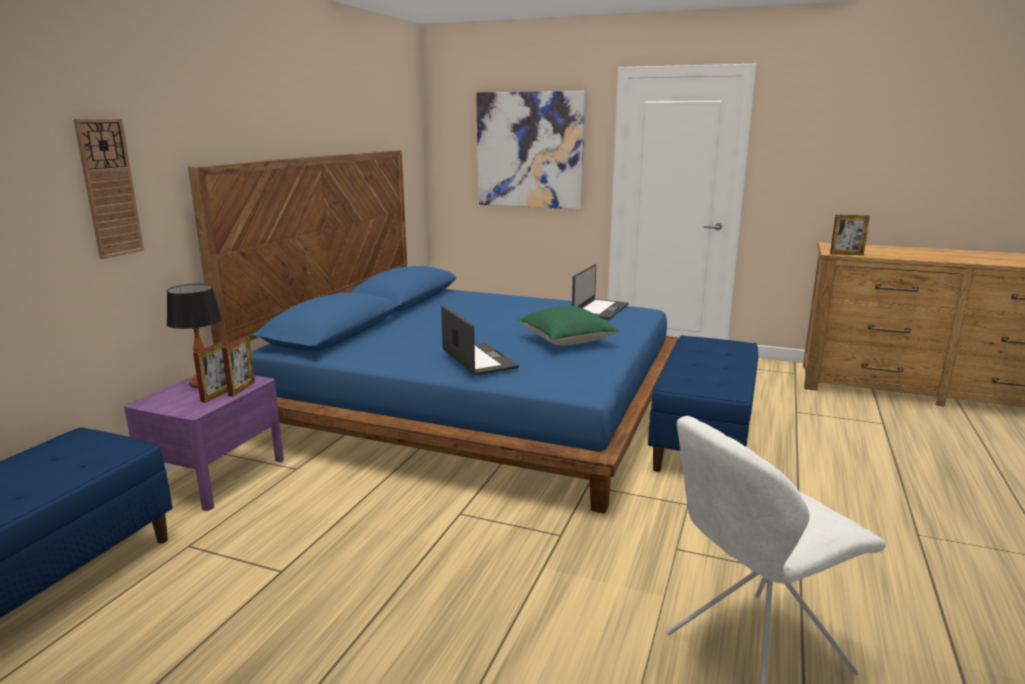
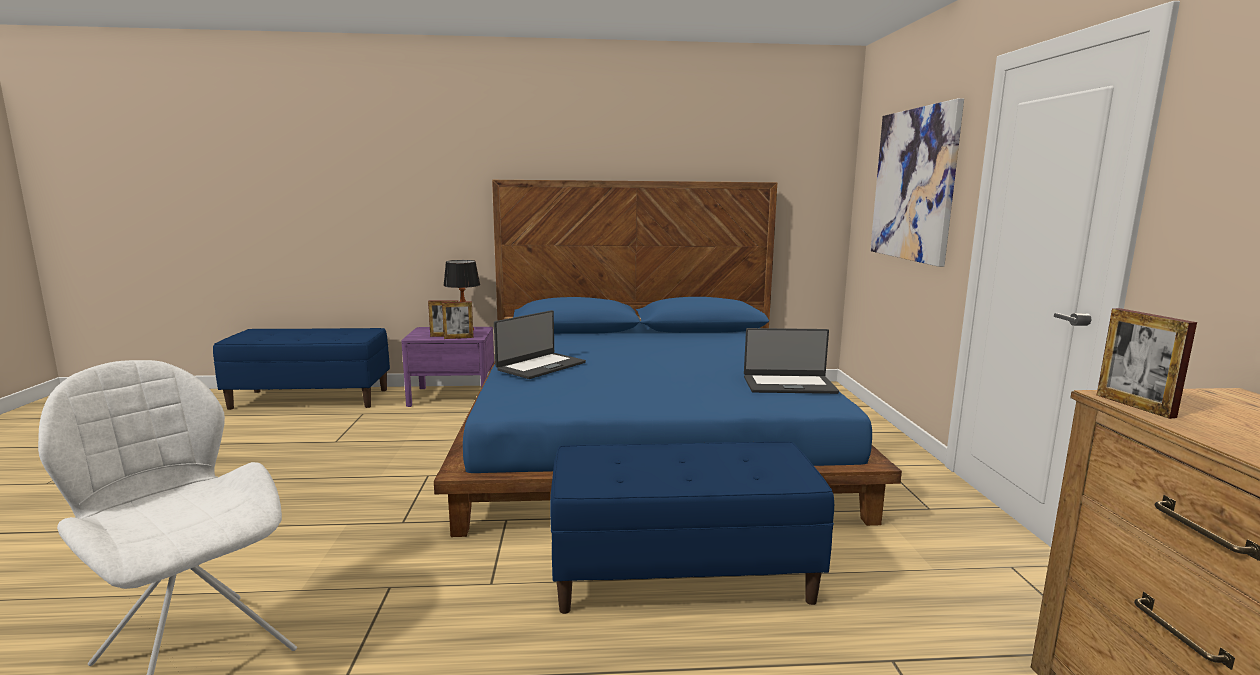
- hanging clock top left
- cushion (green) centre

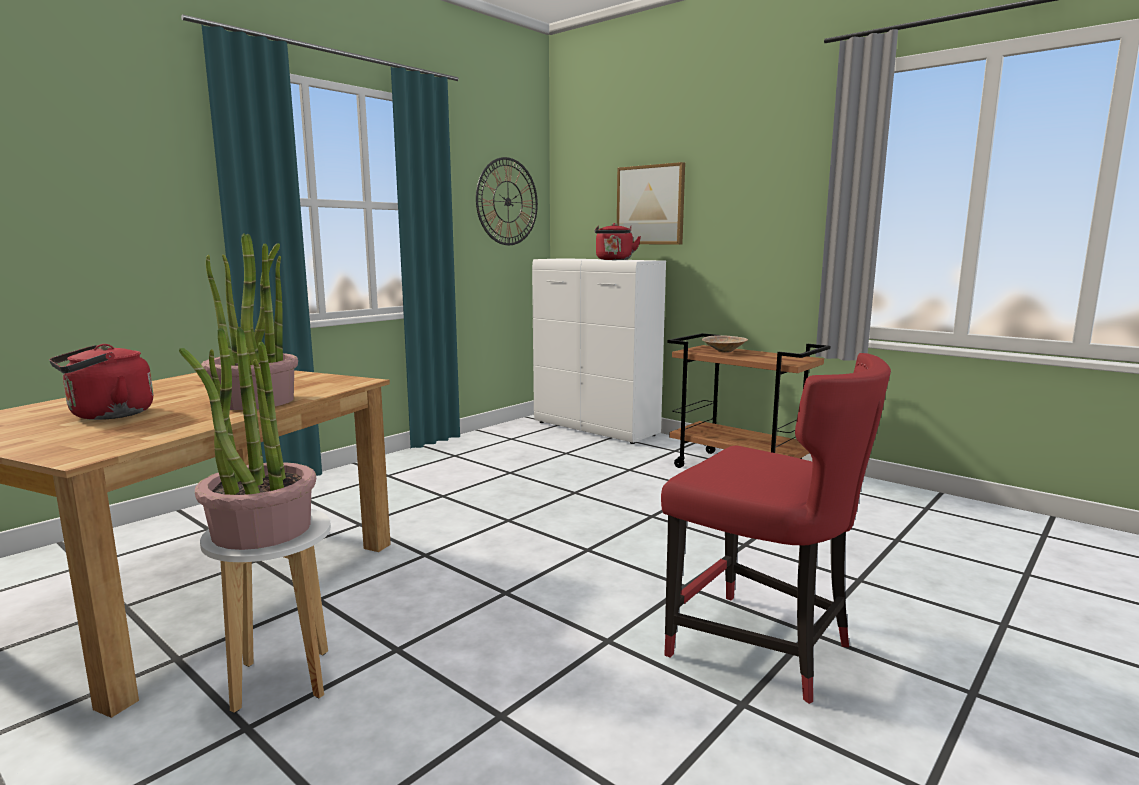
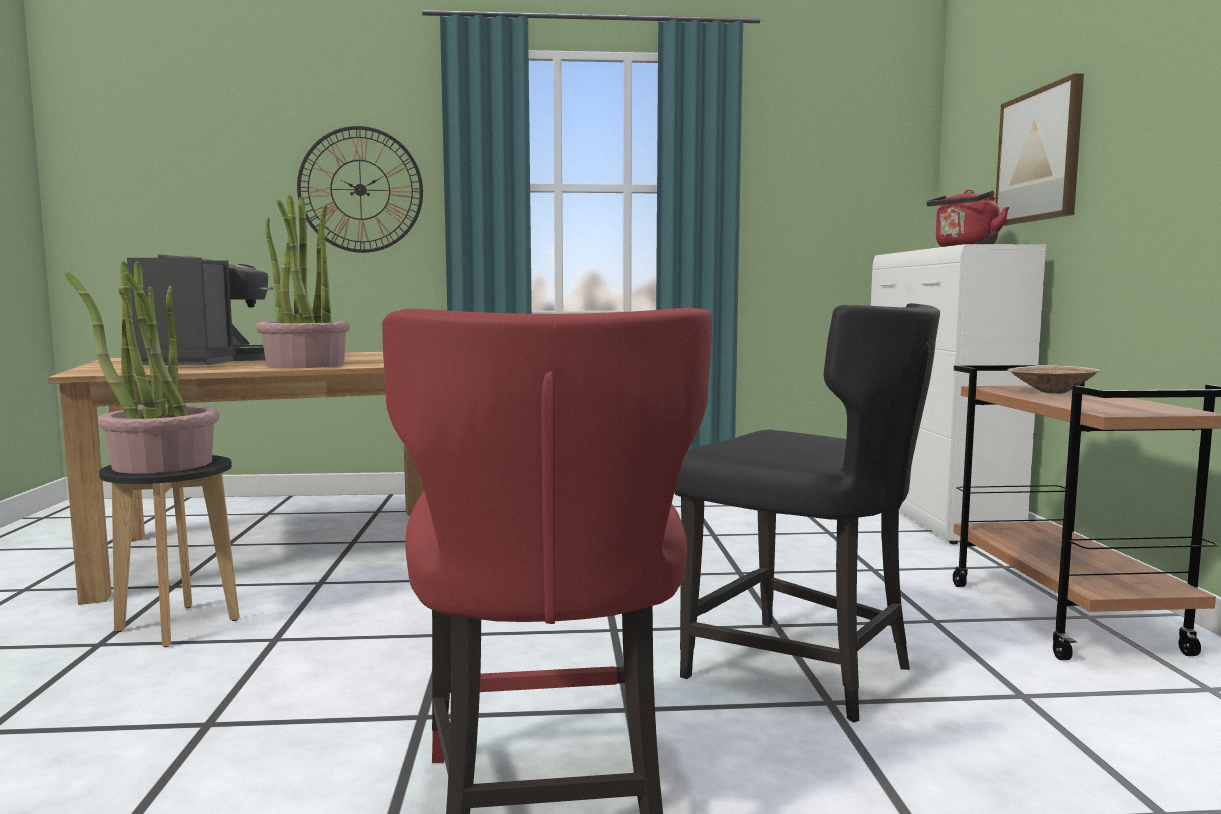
+ plain chair (blackish) centre
~ hanging clock top centre to top left
~ water kettle (red-coloured) (no. 1 from left) middle left to coffee maker middle left
~ sitting stool (white-coloured) bottom left to sitting stool (blackish) bottom left

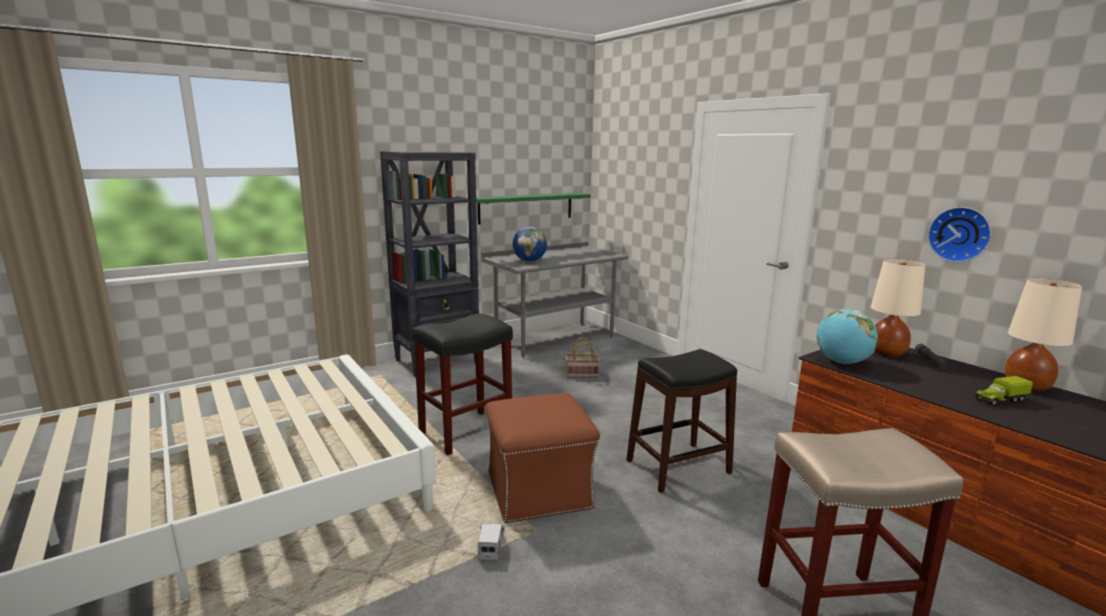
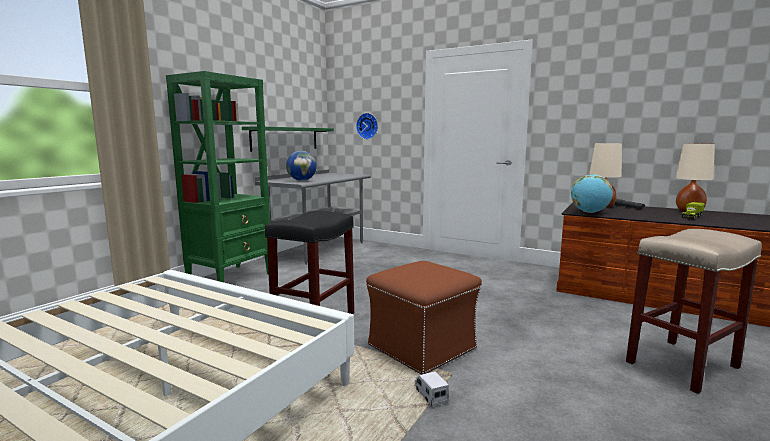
- basket centre
- sitting stool (blackish) (no. 2 from left) bottom centre
~ hanging clock middle right to top centre
~ shelving unit (blackish) centre to shelving unit (green) middle left

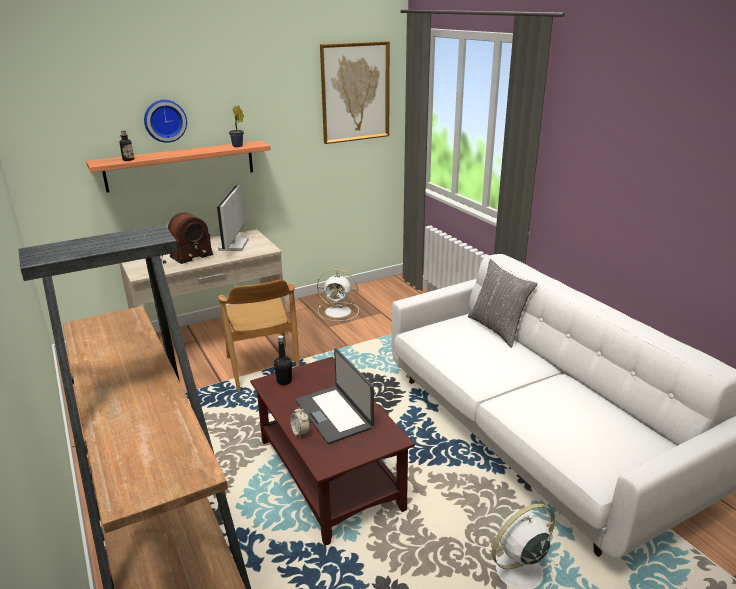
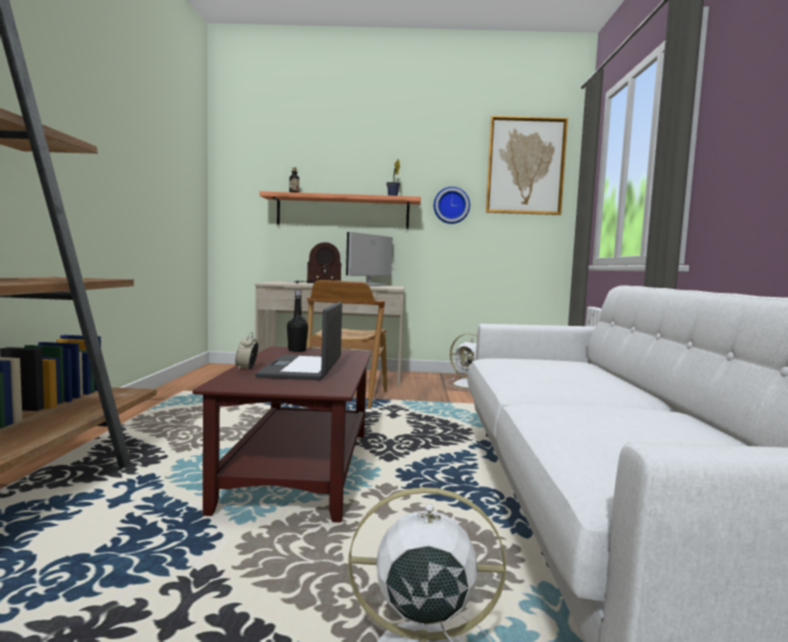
- cushion (gray) middle right
~ hanging clock top left to top centre

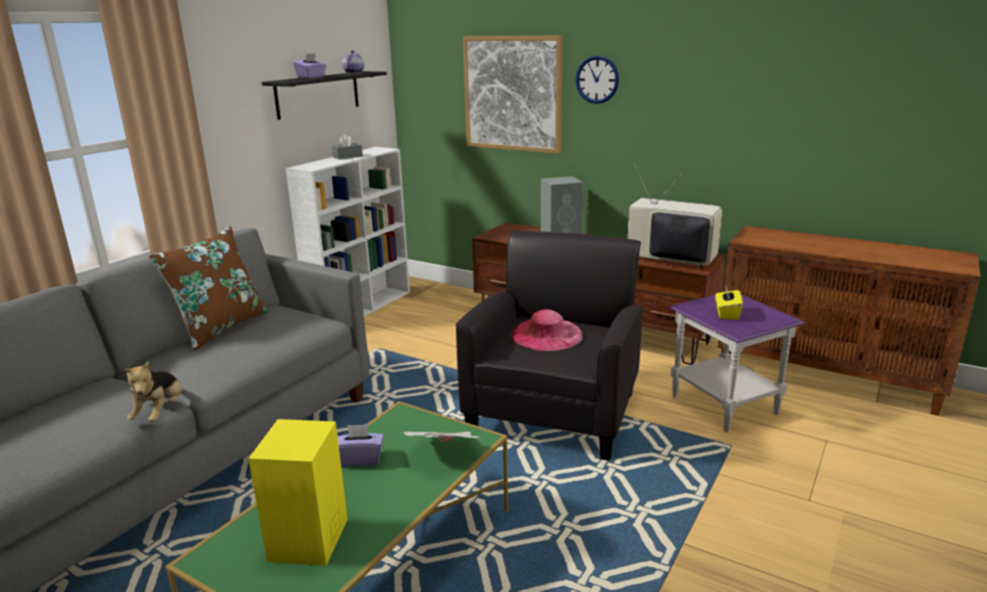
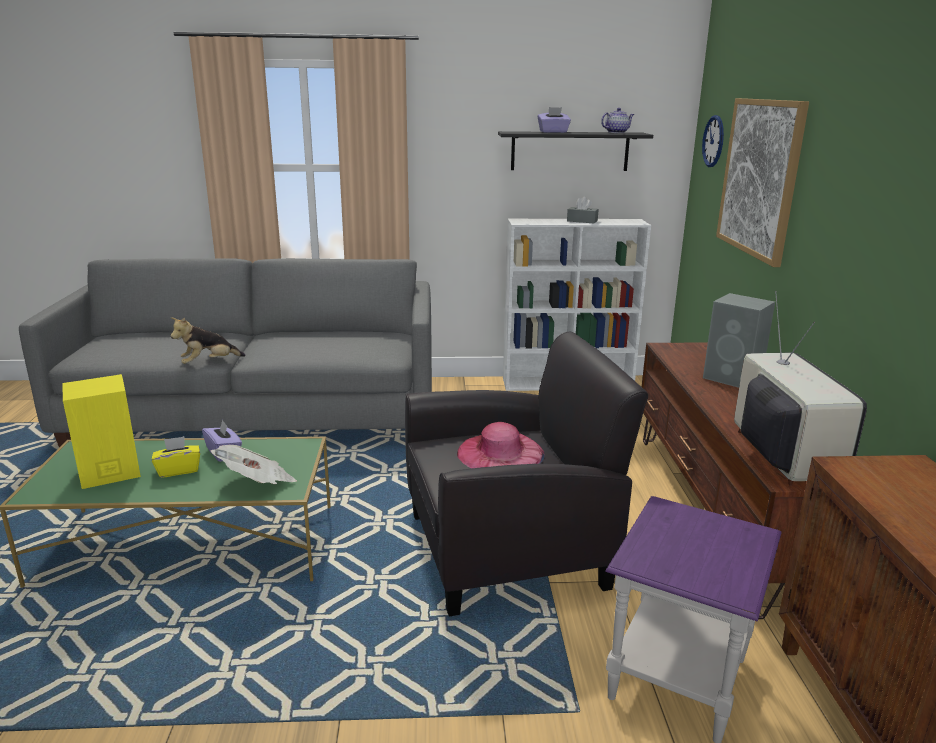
- cushion (brown) middle left
~ hanging clock top centre to top right
~ box of tissues (yellow-coloured) middle right to middle left

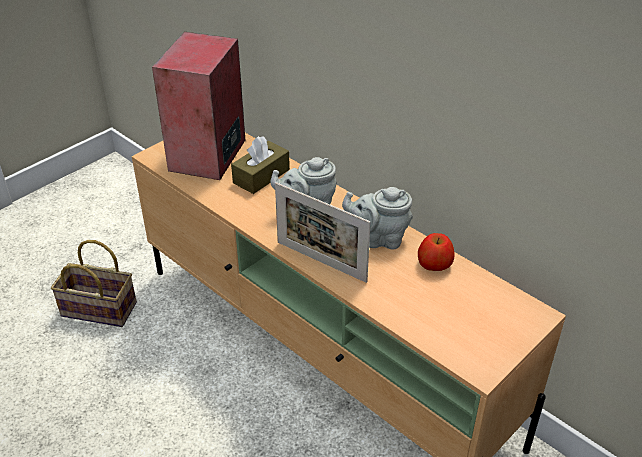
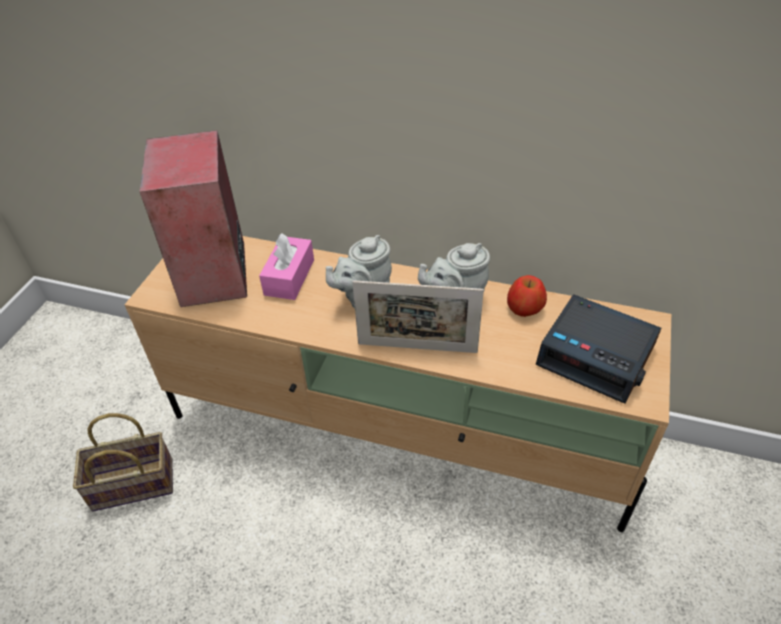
+ bedside clock middle right
~ box of tissues (brown) centre to box of tissues (pink) centre

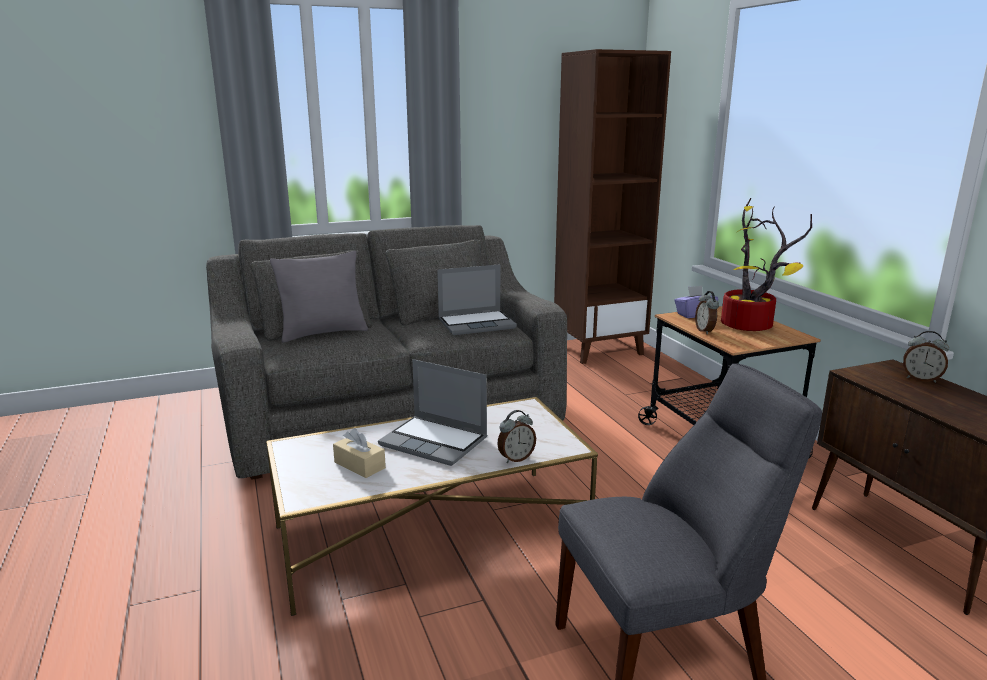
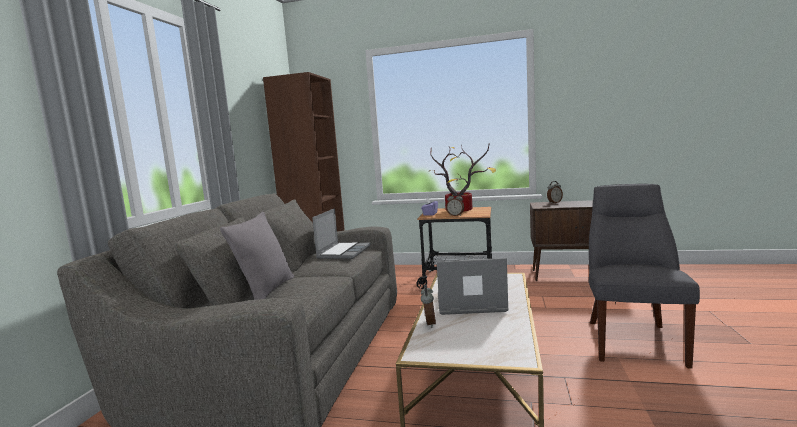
- box of tissues (beige) centre
~ bedside clock (no. 1 from left) centre to bottom centre
~ notebook computer (no. 1 from left in the first image) centre = bottom centre 150 degrees counterclockwise

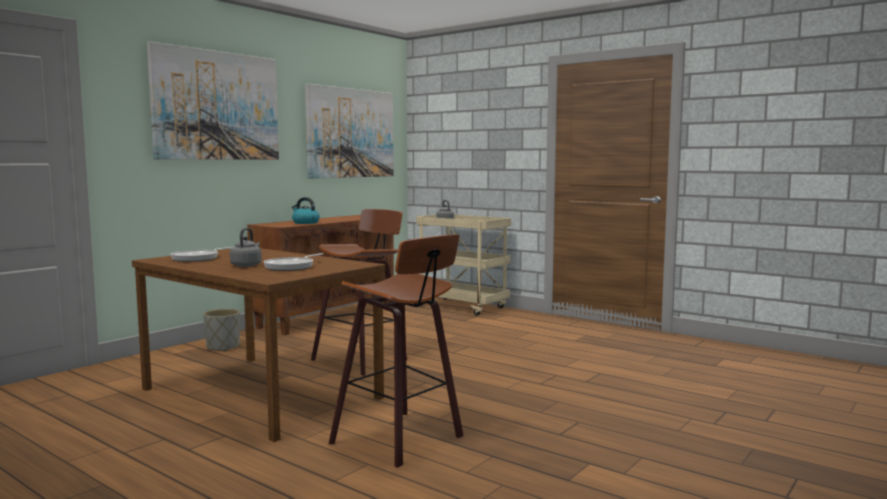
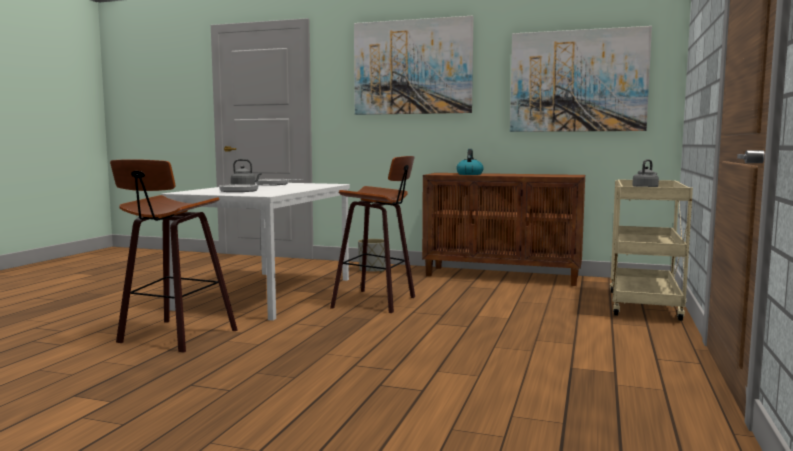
~ dinner table (brown) bottom left to dinner table (white-coloured) middle left

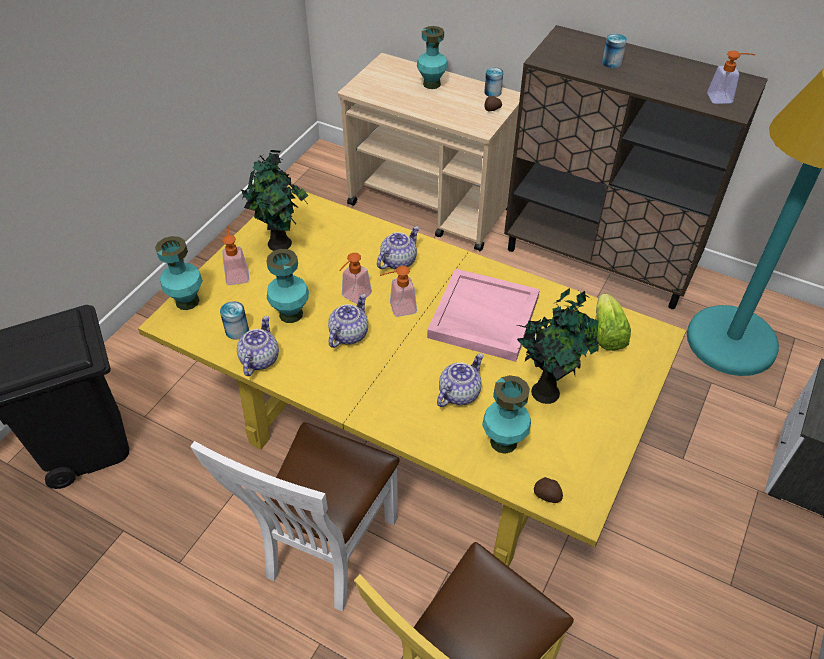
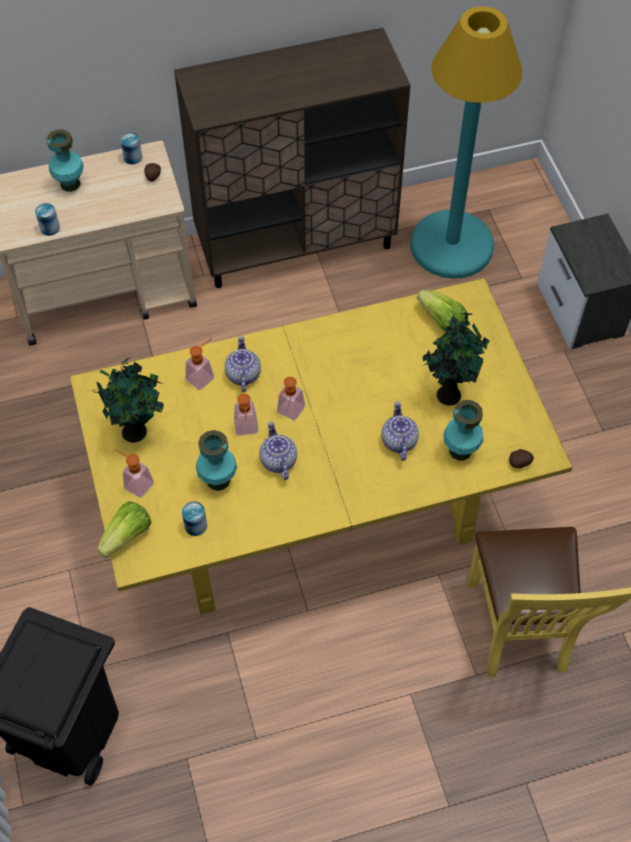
- plain chair (white-coloured) bottom centre
- tea pot (no. 1 from left) middle left
- tray (pink) centre
~ sealed can (no. 3 from left in the first image) top right to sealed can (no. 1 from left) top left
~ liquid soap bottle (no. 4 from left in the first image) top right to liquid soap bottle (no. 2 from left) middle left
~ vase (turquoise-coloured) (no. 1 from left) middle left to lettuce head (no. 1 from left) middle left

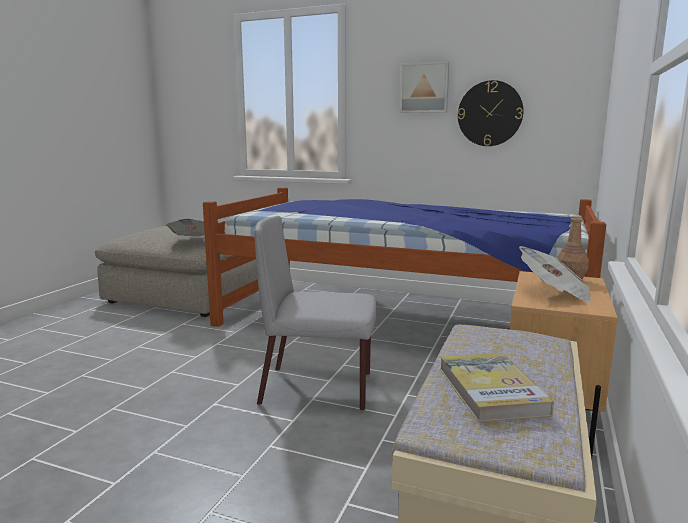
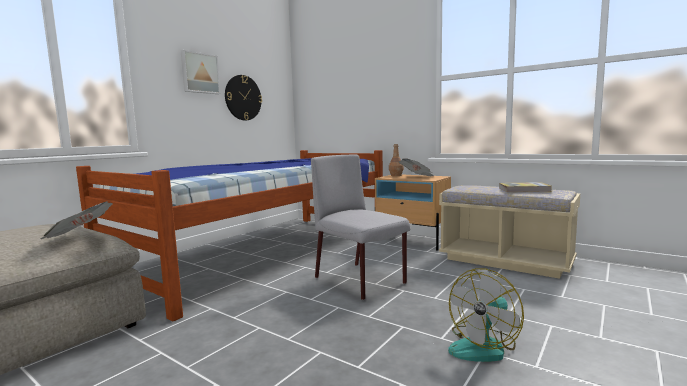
+ fan bottom right
~ plain chair (gray) centre = centre 120 degrees clockwise

